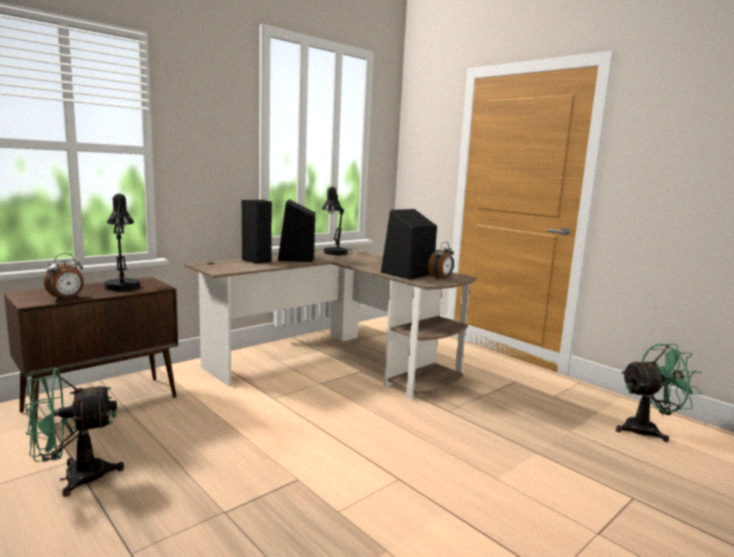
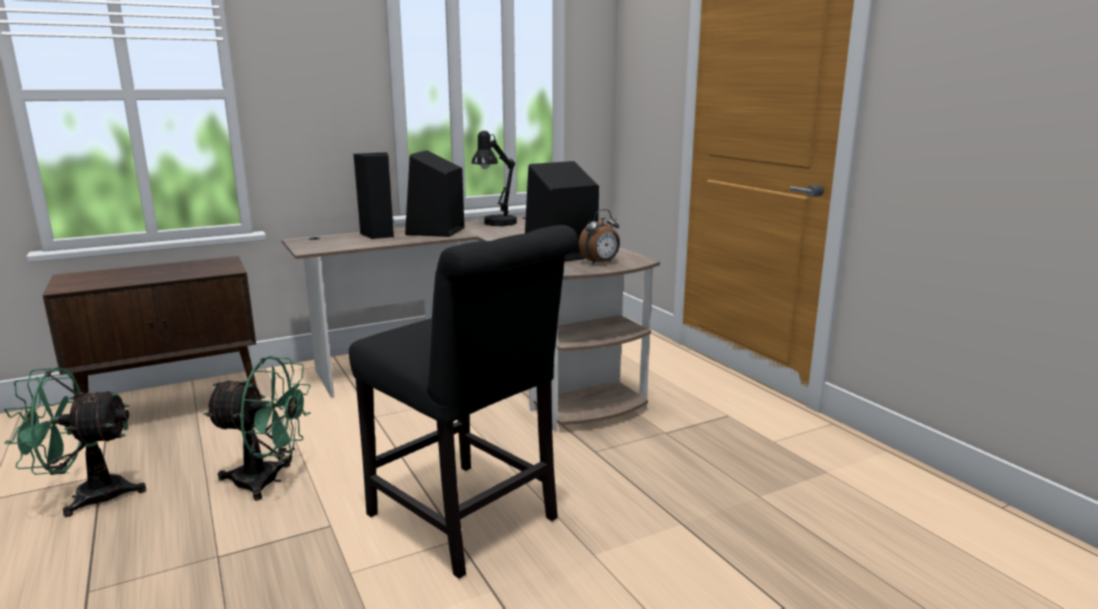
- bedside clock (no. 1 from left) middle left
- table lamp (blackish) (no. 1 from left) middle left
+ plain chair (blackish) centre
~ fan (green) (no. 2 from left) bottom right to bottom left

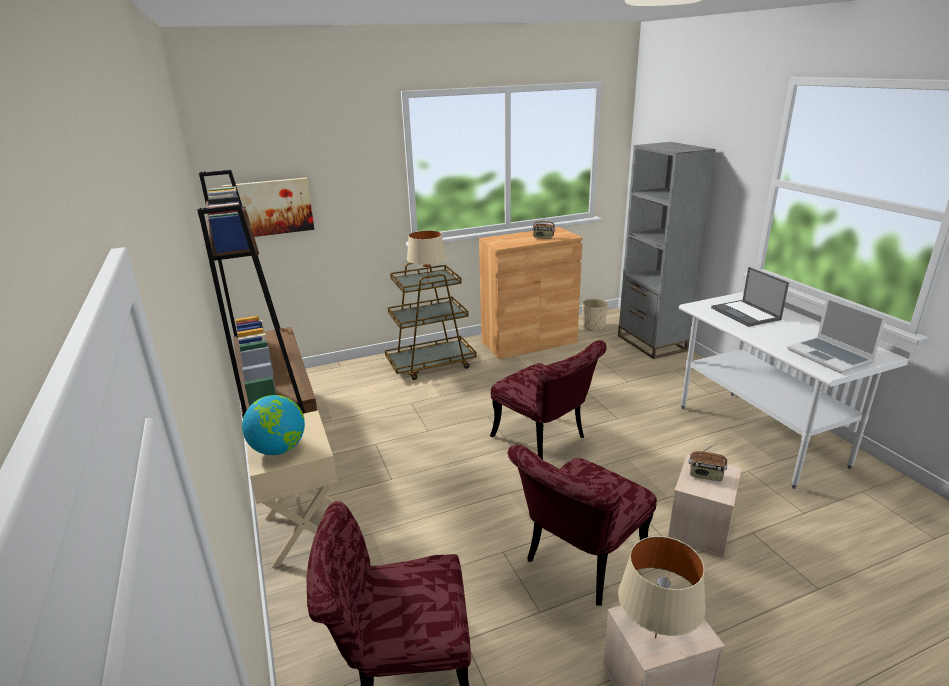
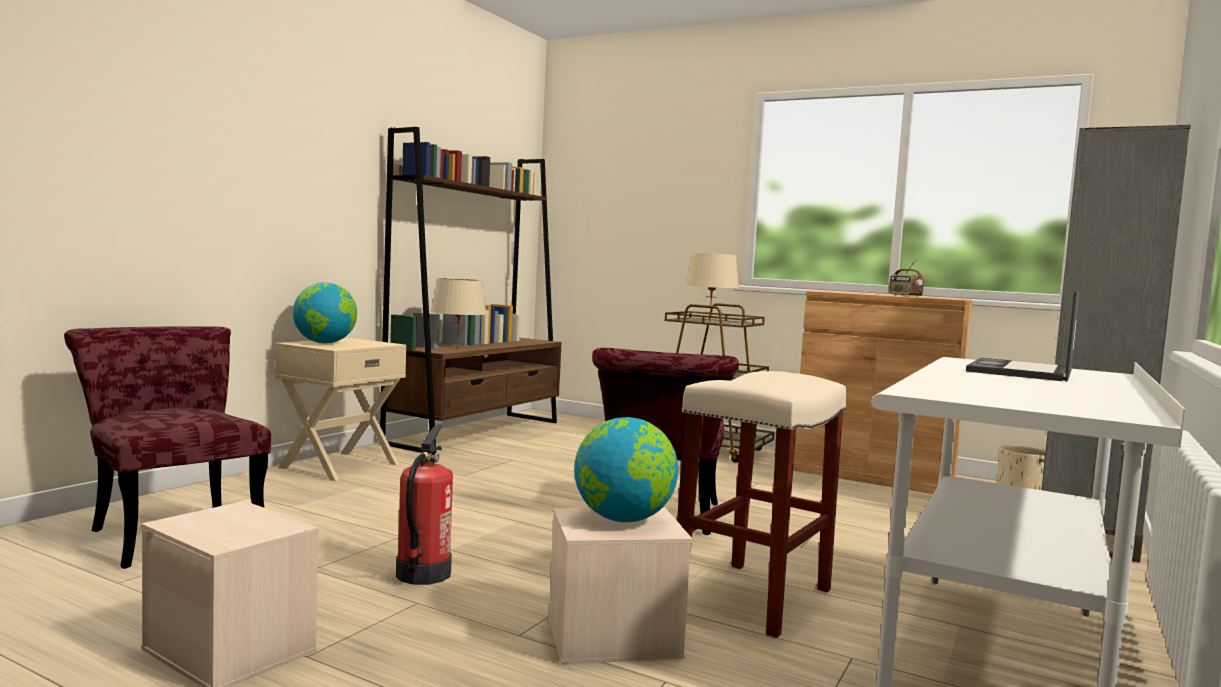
- wall picture top left
- notebook computer (no. 2 from left) middle right
+ sitting stool (beige) bottom centre
~ table lamp (beige) (no. 2 from left in the first image) bottom right to table lamp (beige) (no. 1 from left) centre
~ plain chair (red-coloured) (no. 3 from left) bottom centre to extinguisher bottom centre
~ radio (no. 2 from left) bottom right to globe (no. 2 from left) bottom centre

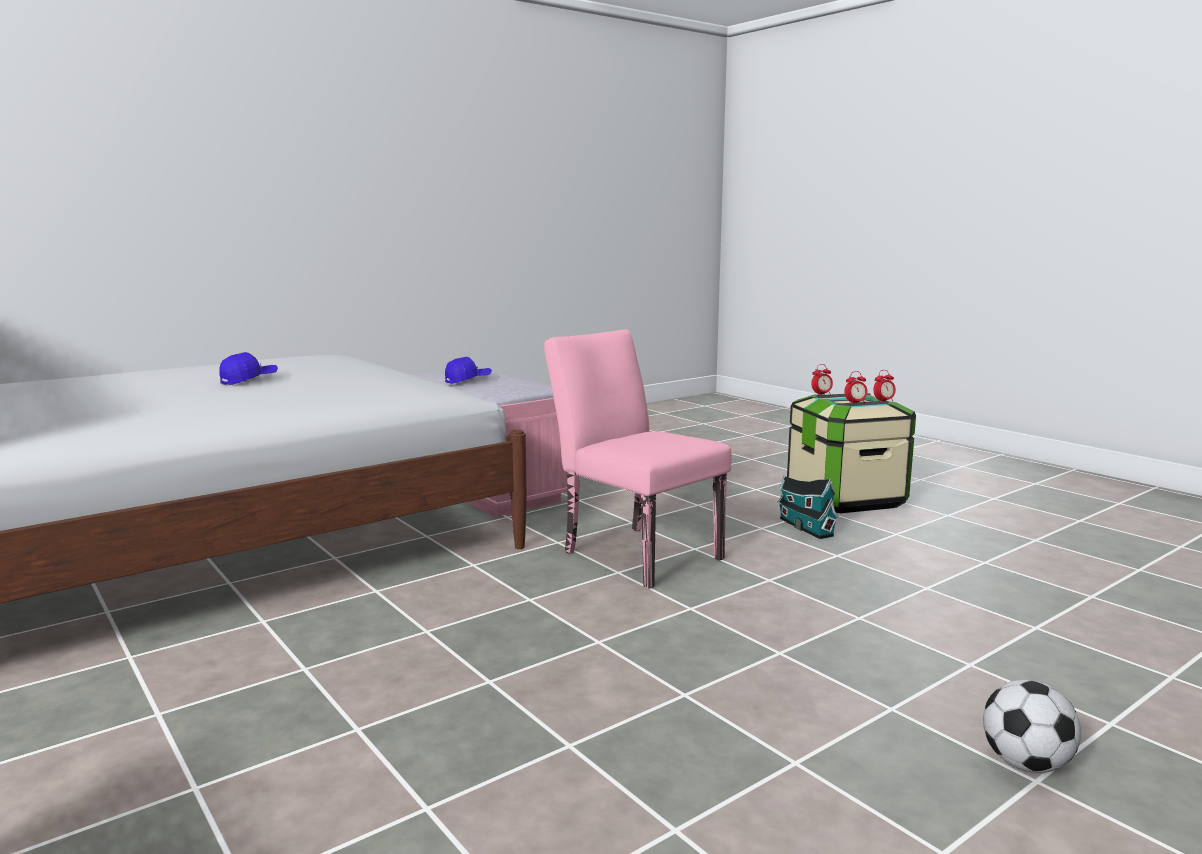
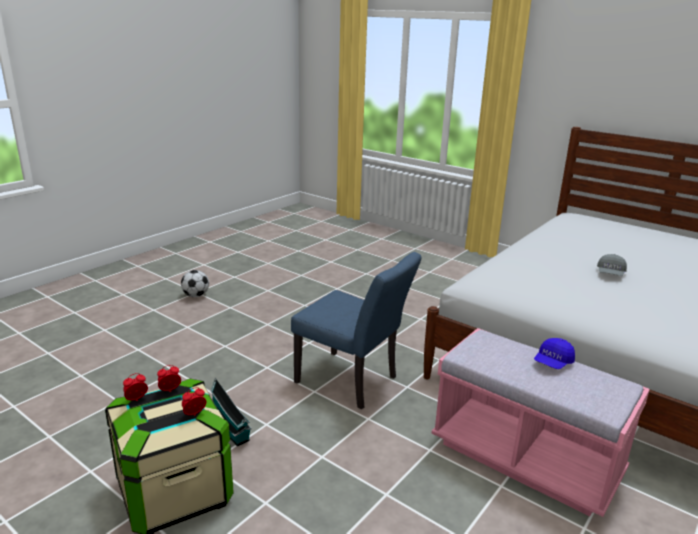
~ baseball cap (blue-coloured) (no. 1 from left) middle left to baseball cap (gray) middle right
~ plain chair (pink) centre to plain chair (blue-coloured) centre

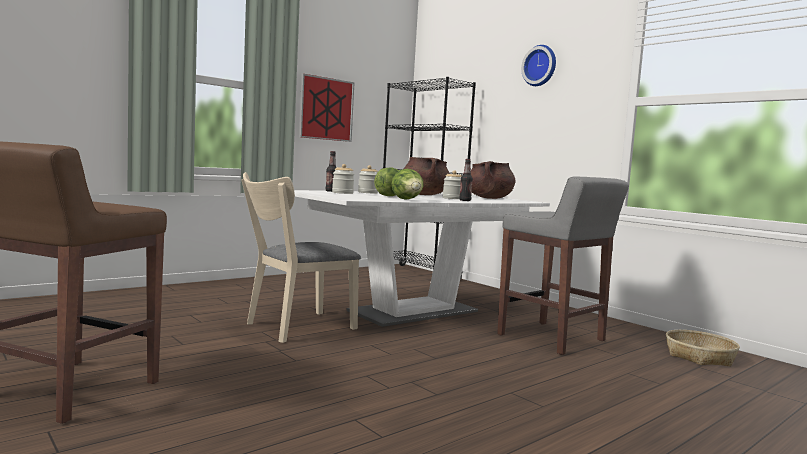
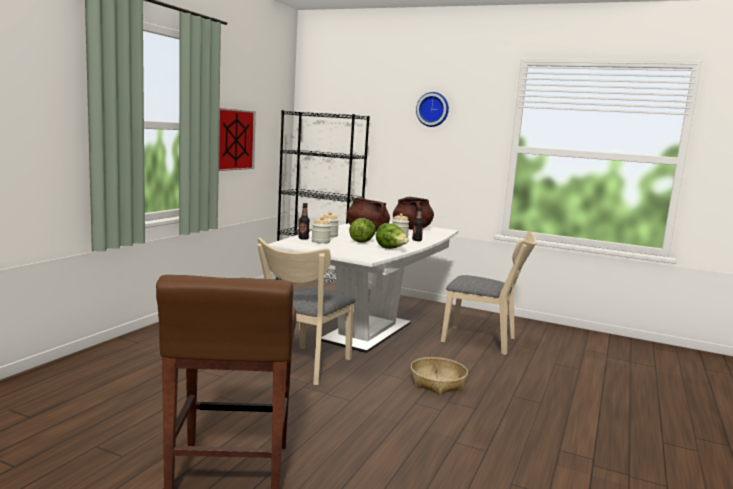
~ basket bottom right to bottom centre
~ sitting stool (gray) middle right to plain chair (beige) (no. 2 from left) middle right

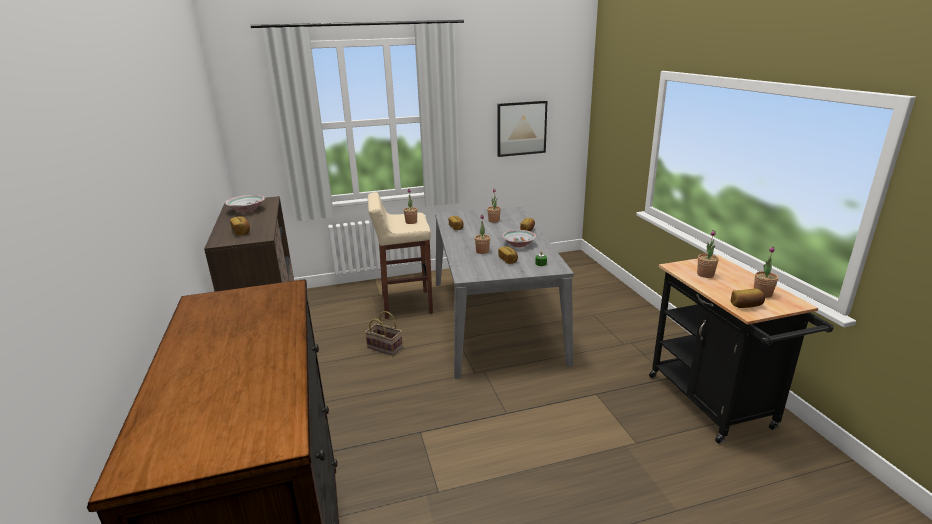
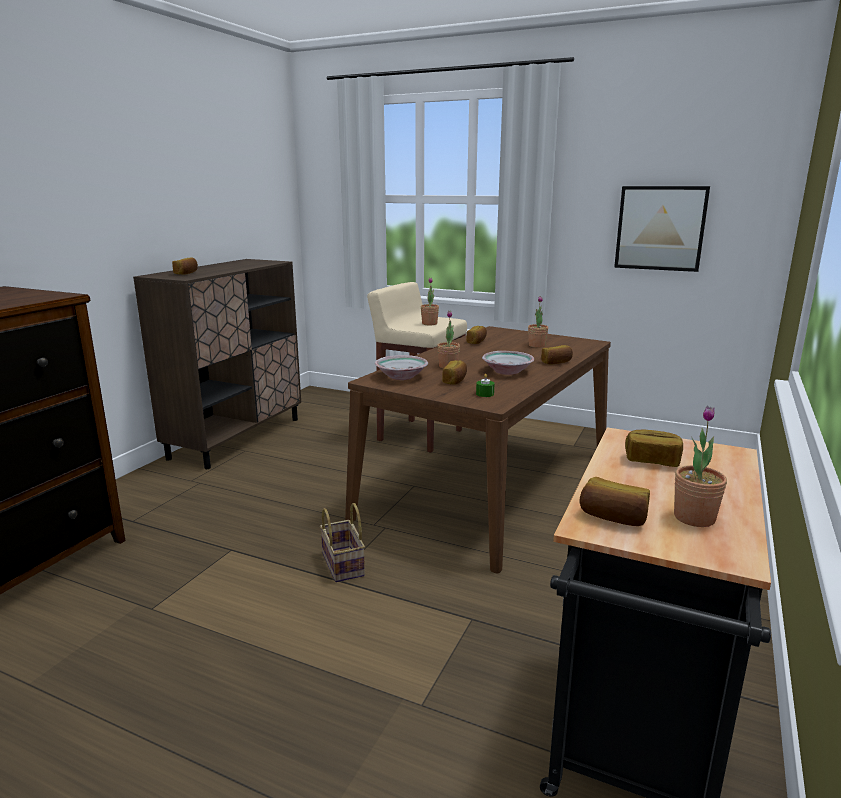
~ deep dish (no. 1 from left) middle left to centre
~ basket centre to bottom centre
~ houseplant (no. 4 from left) middle right to bread (no. 6 from left) middle right
~ dinner table (gray) centre to dinner table (brown) centre

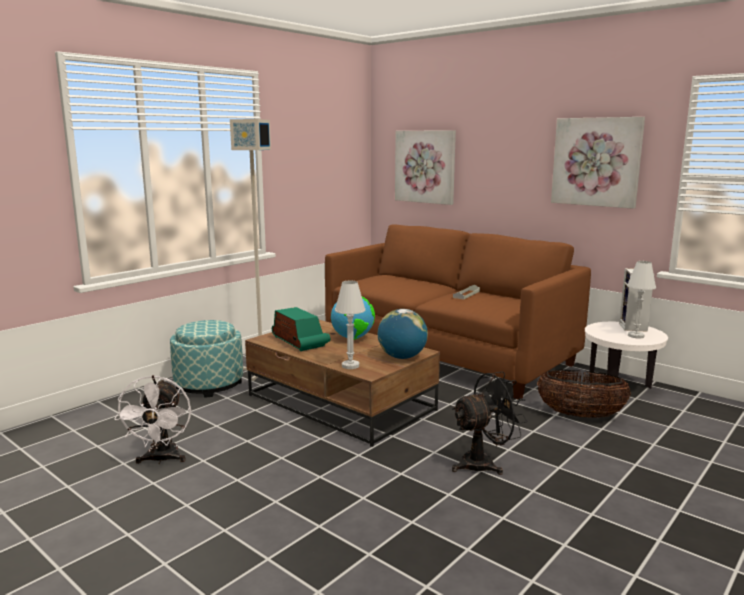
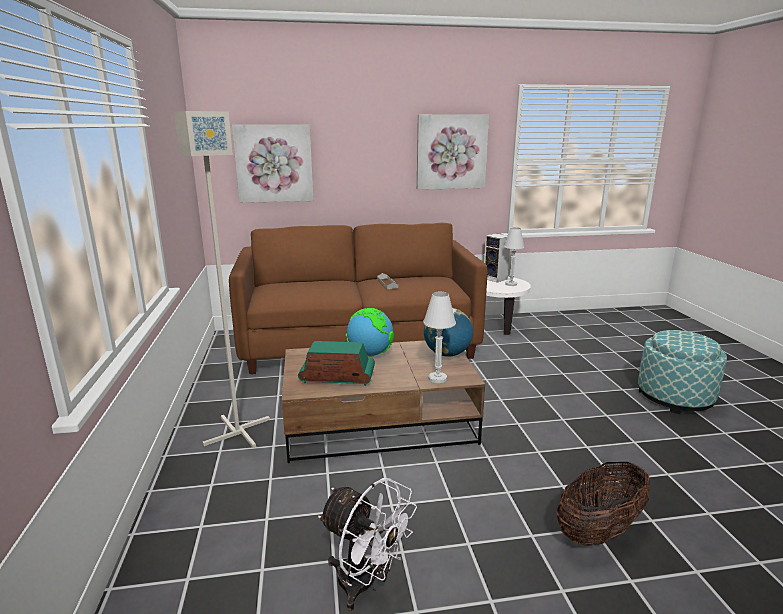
- fan (blackish) bottom centre
~ pouffe middle left to middle right
~ basket middle right to bottom right

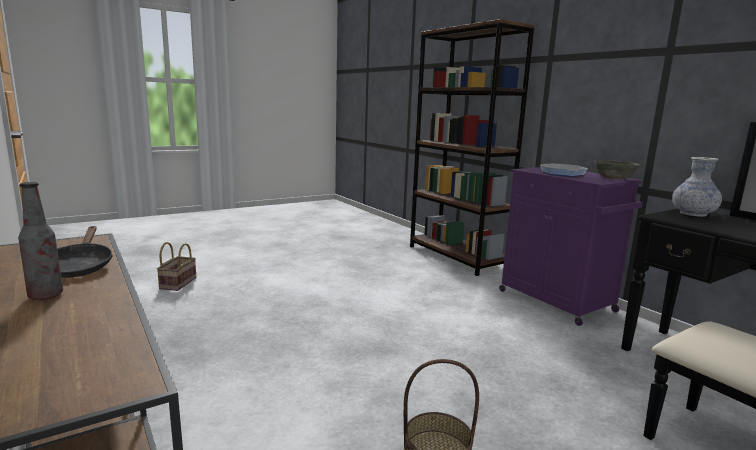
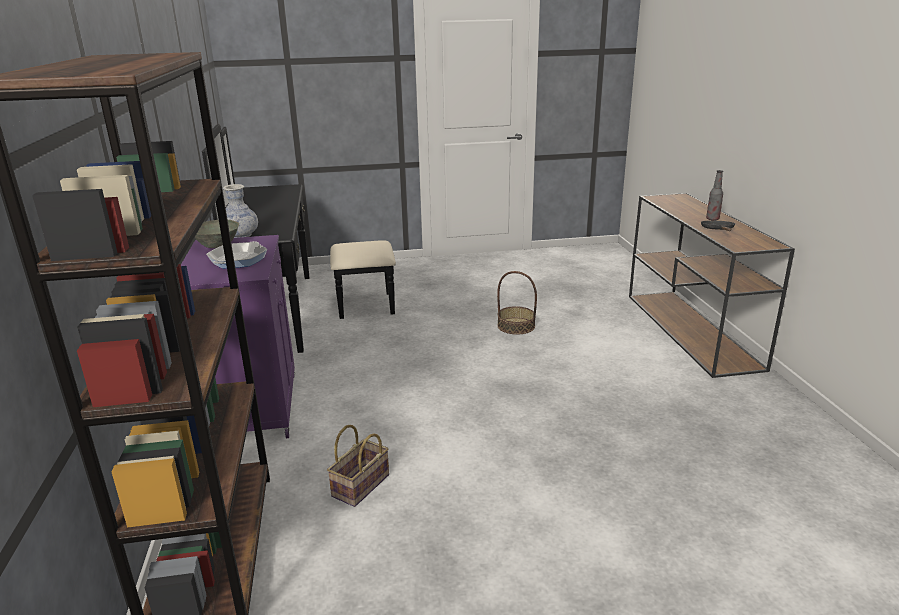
~ basket (no. 1 from left) middle left to bottom centre

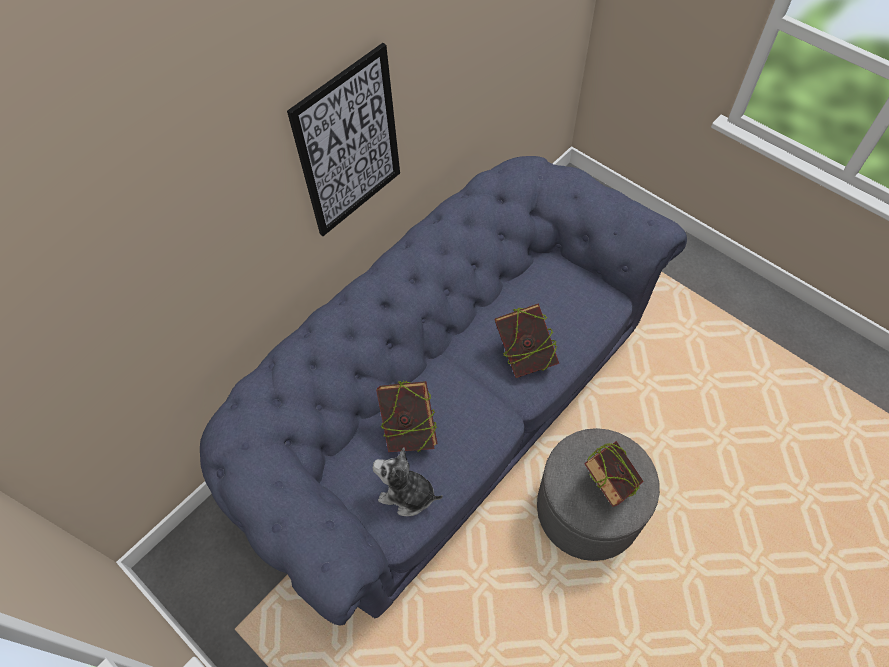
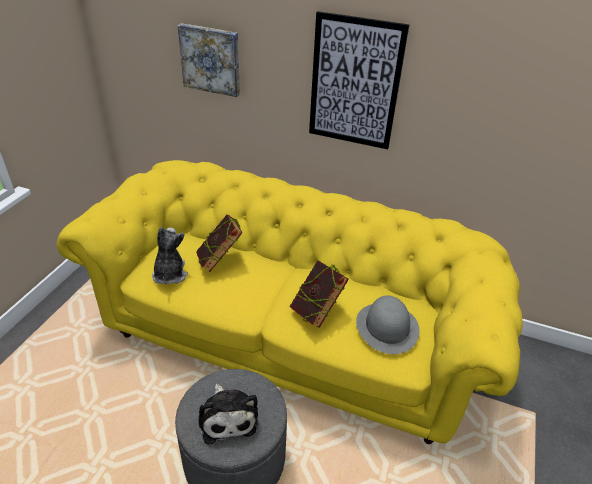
+ wall picture (no. 1 from left) top centre
+ clothing hat (gray) bottom centre
~ bound book (no. 3 from left) bottom right to plush toy (no. 2 from left) bottom centre
~ couch (blue-coloured) centre to couch (yellow-coloured) centre

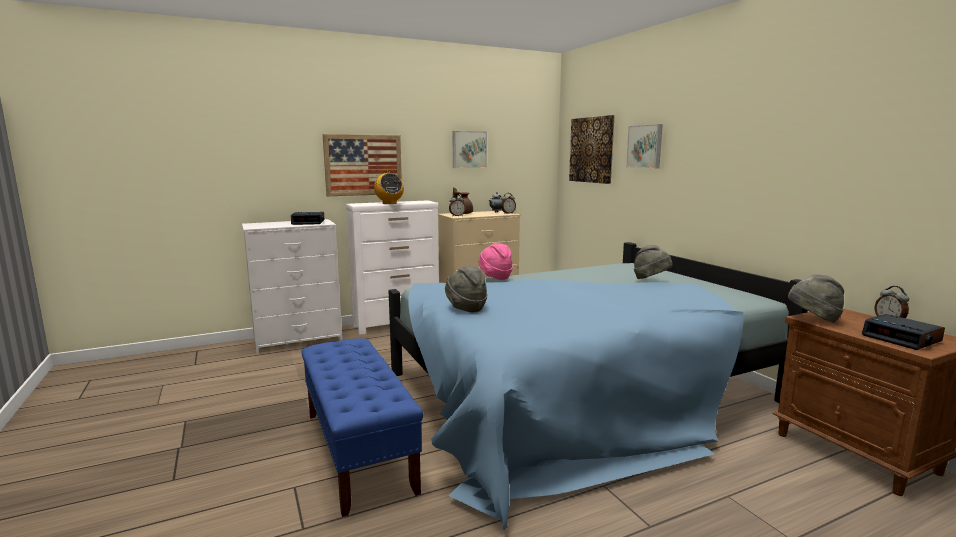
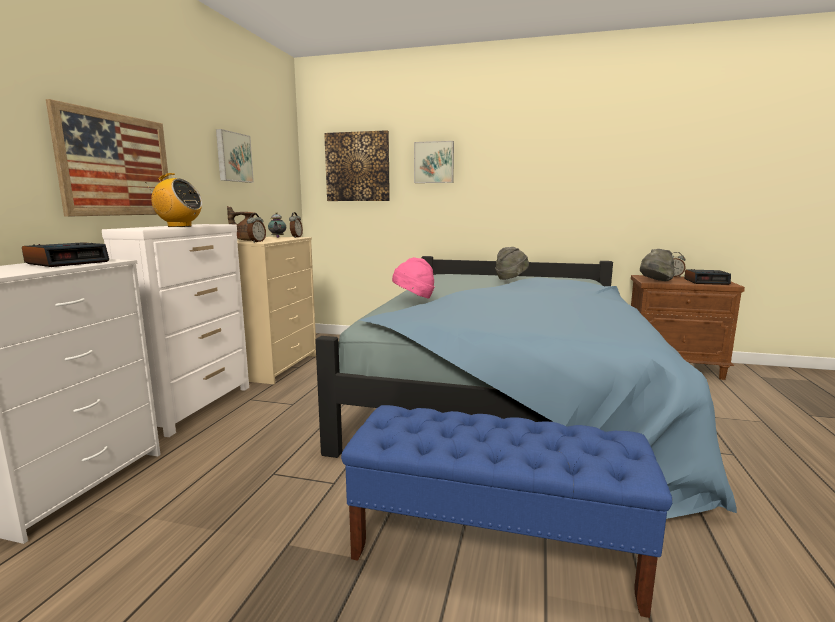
- clothing hat (gray) (no. 1 from left) centre

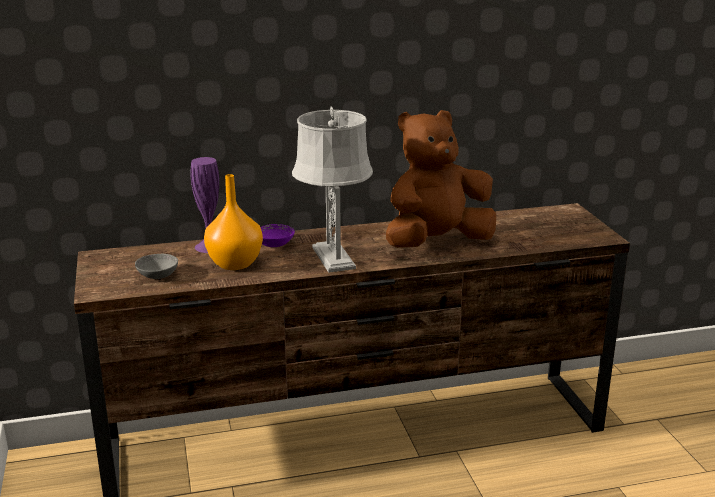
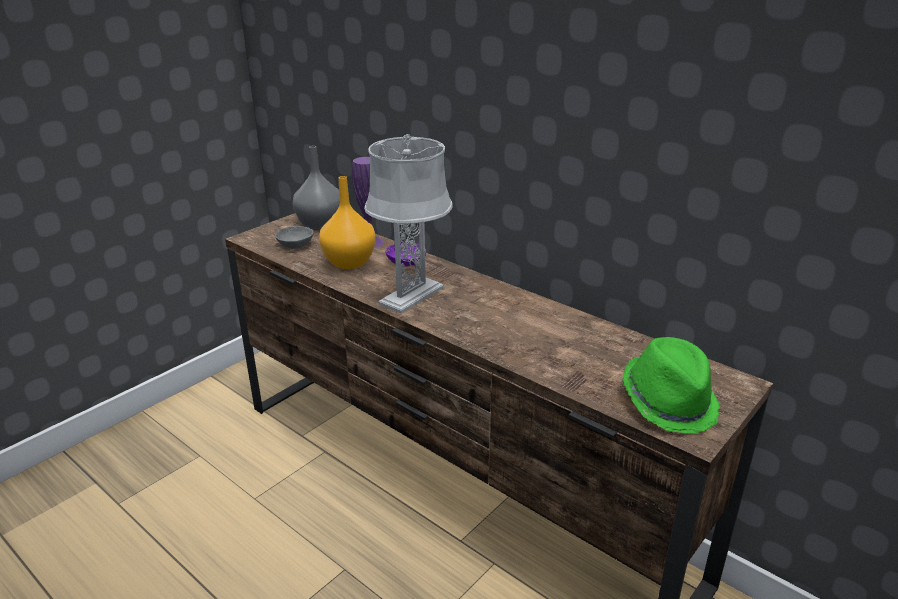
- plush toy (brown) centre
+ vase (gray) top centre
+ clothing hat (green) middle right

